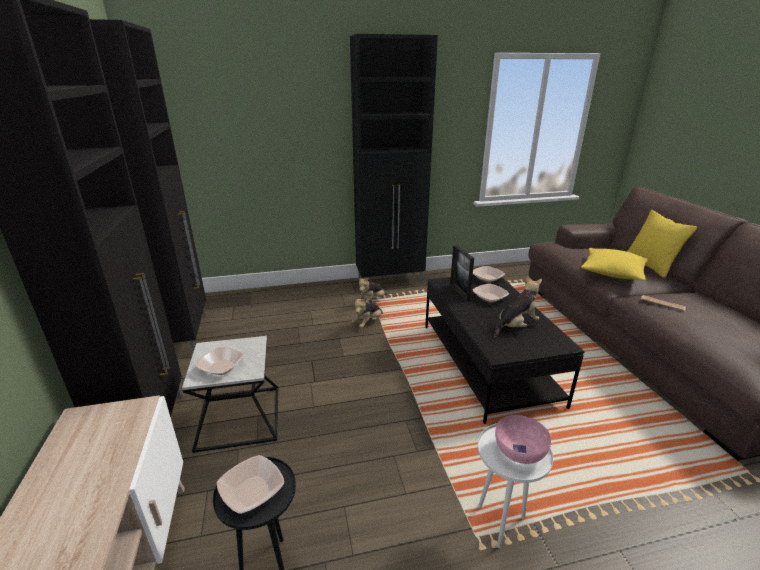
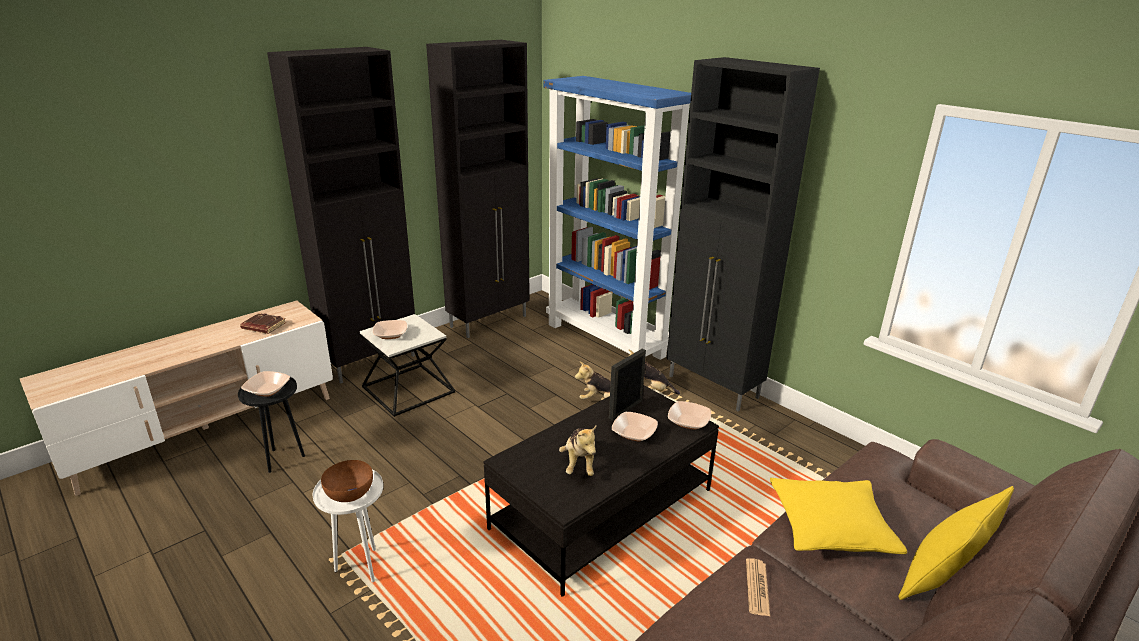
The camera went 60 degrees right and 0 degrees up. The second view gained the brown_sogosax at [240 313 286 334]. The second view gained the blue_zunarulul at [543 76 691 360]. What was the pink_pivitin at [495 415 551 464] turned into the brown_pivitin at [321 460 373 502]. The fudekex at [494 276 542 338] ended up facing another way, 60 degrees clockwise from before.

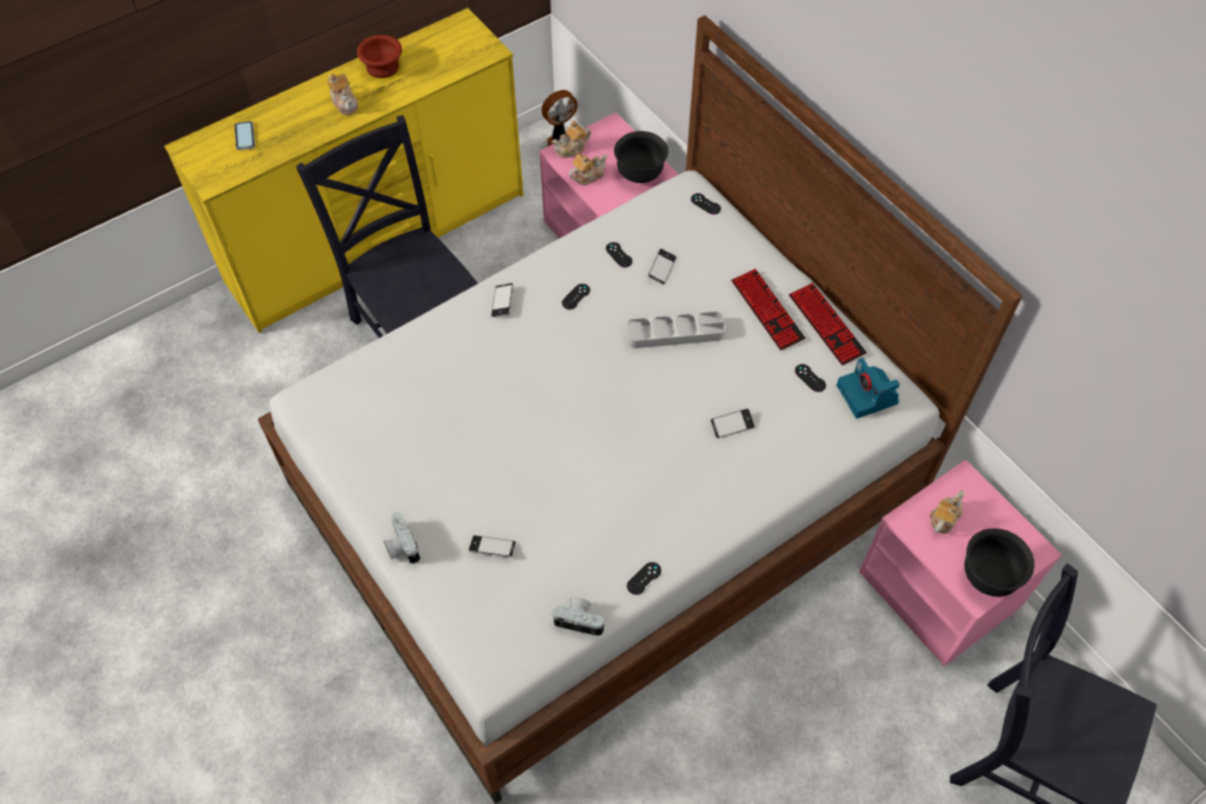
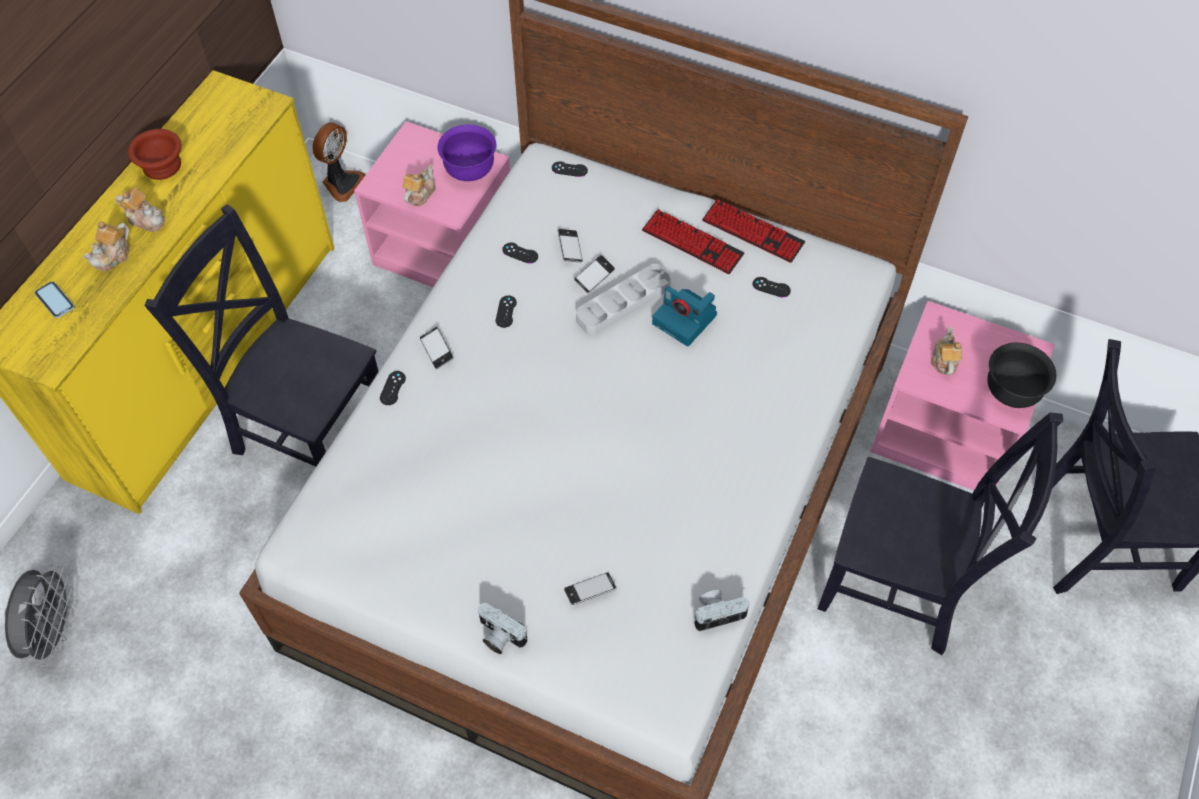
The camera went 30 degrees left and 0 degrees up. The second view gained the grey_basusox at [5 565 74 666]. The second view gained the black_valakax at [818 413 1063 655]. The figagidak ended up elsewhere, having gone from [552 121 591 158] to [83 222 129 271]. The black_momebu ended up elsewhere, having gone from [627 562 661 595] to [380 371 406 405]. The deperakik ended up elsewhere, having gone from [710 409 755 438] to [574 255 615 293]. The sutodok ended up elsewhere, having gone from [836 358 900 419] to [652 286 717 347]. What was the black_pivitin at [614 131 668 183] turned into the purple_pivitin at [438 124 496 181].

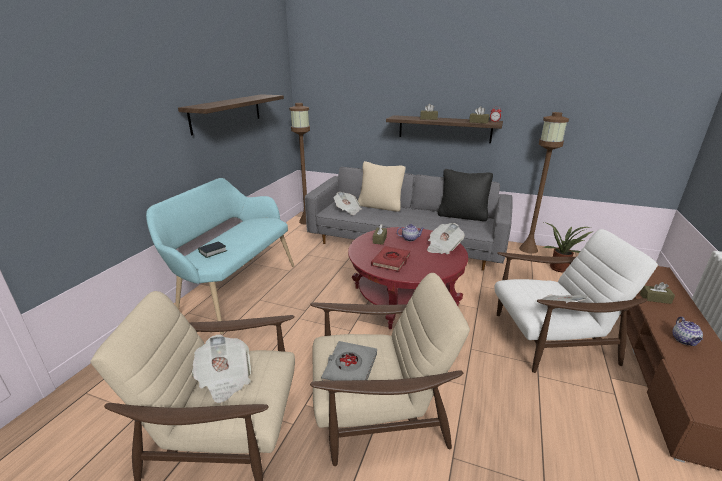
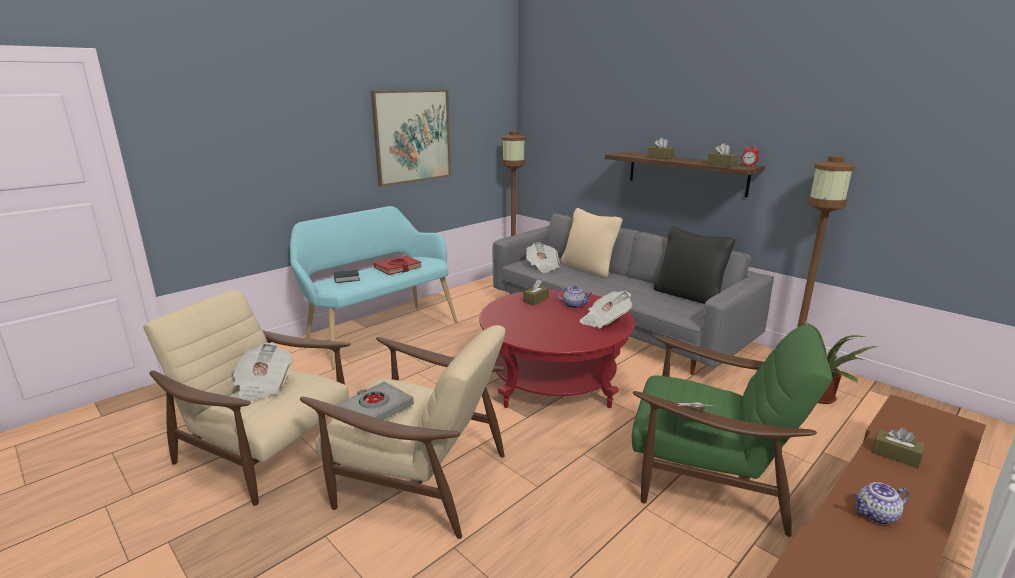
The camera went 25 degrees right and 5 degrees down. The red_sogosax ended up elsewhere, having gone from [371 246 411 272] to [374 256 422 275]. Where the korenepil hung at [178 94 284 135], the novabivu came to hang at [371 90 451 187]. What was the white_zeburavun at [494 229 658 373] turned into the green_zeburavun at [632 325 832 537]. The figagidak at [672 317 703 346] ended up facing another way, 45 degrees clockwise from before.

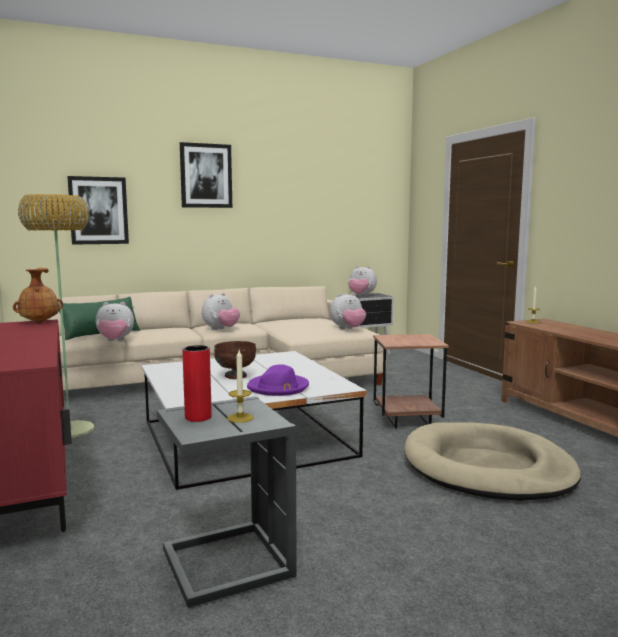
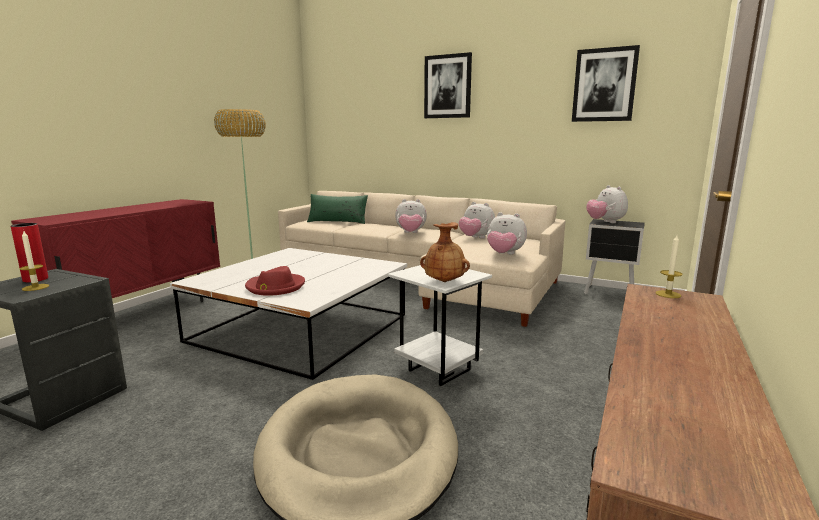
The camera went 50 degrees right and 5 degrees up. The second view lost the brown_pivitin at [214 341 256 379]. The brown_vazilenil ended up elsewhere, having gone from [13 268 63 323] to [420 222 470 282]. The novabivu ended up elsewhere, having gone from [67 176 129 245] to [572 45 640 122]. The fudekex ended up elsewhere, having gone from [96 302 134 341] to [459 202 495 238]. What was the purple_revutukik at [247 364 309 396] turned into the red_revutukik at [245 266 305 296]. What was the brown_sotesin at [373 334 449 429] turned into the white_sotesin at [388 265 492 386].

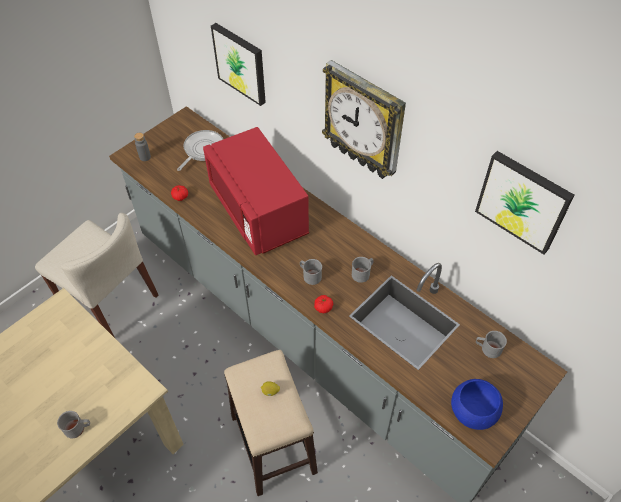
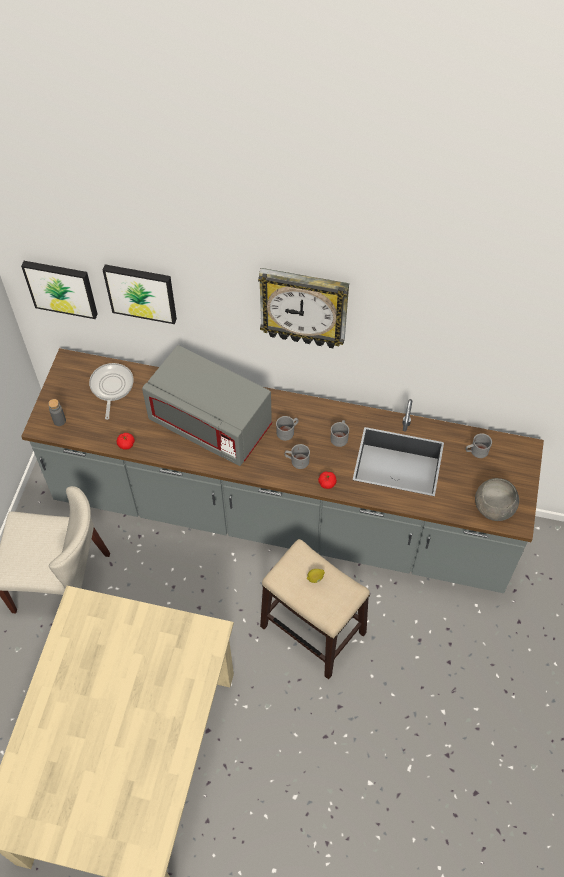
The camera went 30 degrees left and 5 degrees up. The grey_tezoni ended up elsewhere, having gone from [57 411 90 438] to [276 416 298 441]. The novabivu ended up elsewhere, having gone from [475 151 574 254] to [21 261 98 319]. What was the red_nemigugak at [203 127 309 255] turned into the grey_nemigugak at [142 345 272 466]. What was the blue_pivitin at [451 379 503 430] turned into the grey_pivitin at [475 478 519 521].

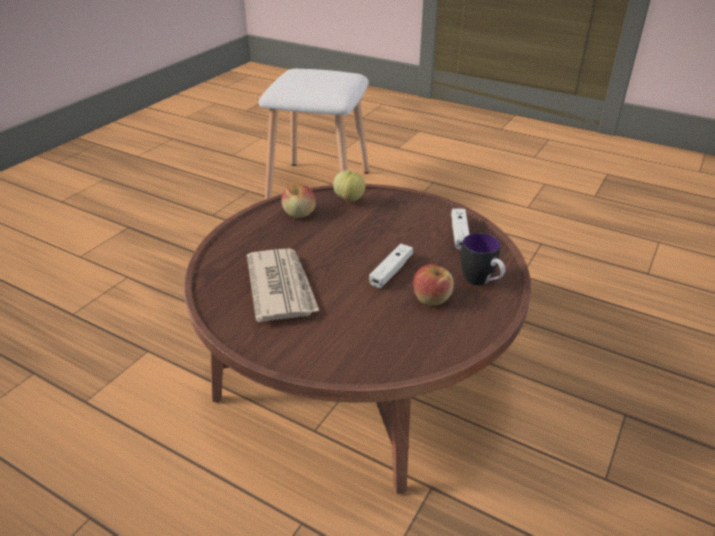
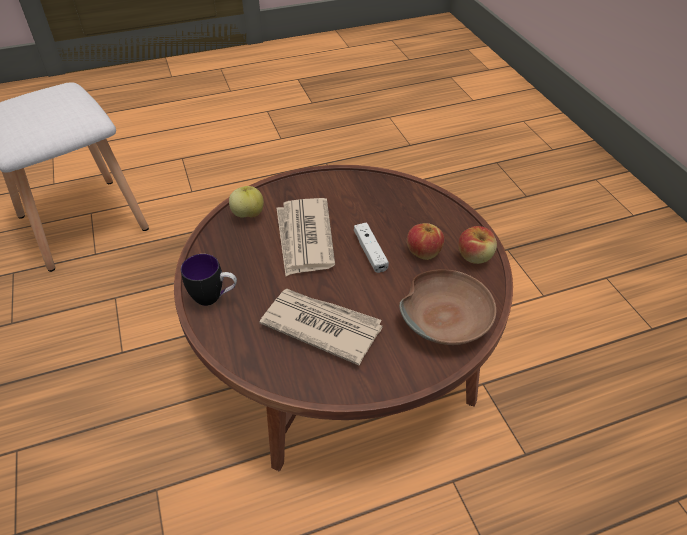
The camera went 50 degrees left and 10 degrees up. The second view lost the white_momebu at [451 208 470 250]. The second view gained the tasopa at [277 198 335 276]. The second view gained the brown_pivitin at [399 269 496 345]. The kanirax ended up elsewhere, having gone from [281 184 316 218] to [458 226 497 264]. The tezoni ended up elsewhere, having gone from [461 233 505 286] to [181 254 237 306].

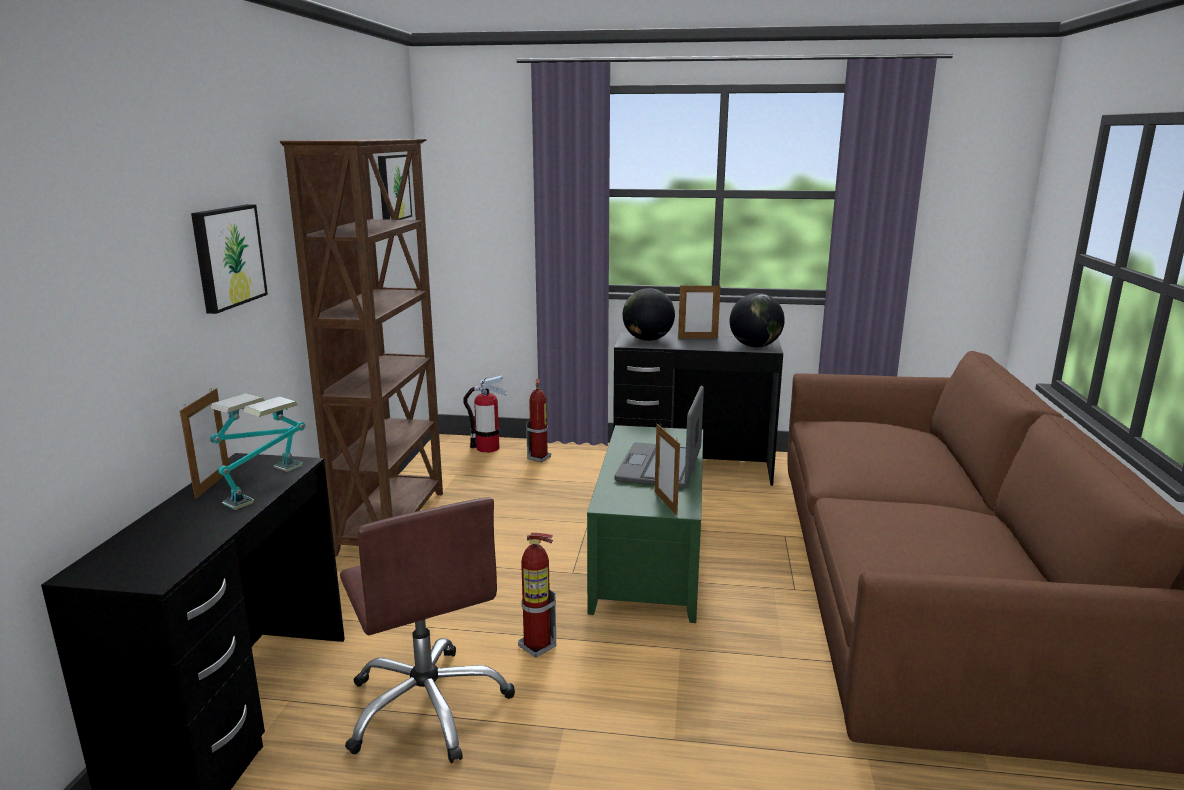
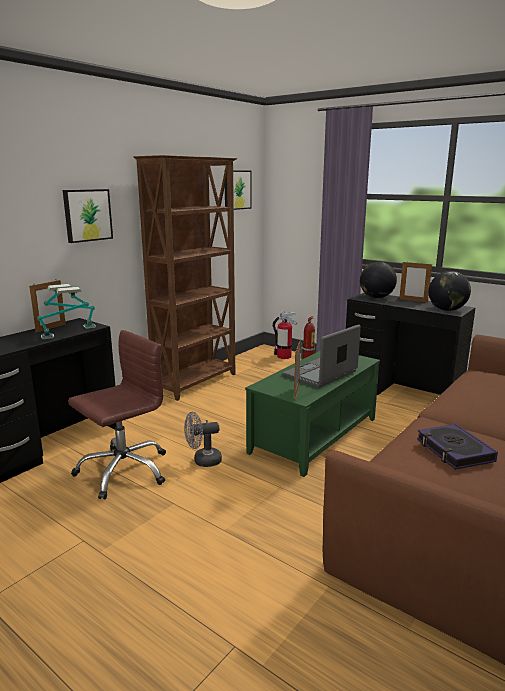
The camera went 30 degrees right and 0 degrees up. The second view gained the sogosax at [417 424 498 470]. Where the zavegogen stood at [518 533 556 658], the grey_basusox came to stand at [184 412 222 467]. The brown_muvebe at [340 497 515 763] ended up facing another way, 135 degrees counterclockwise from before.

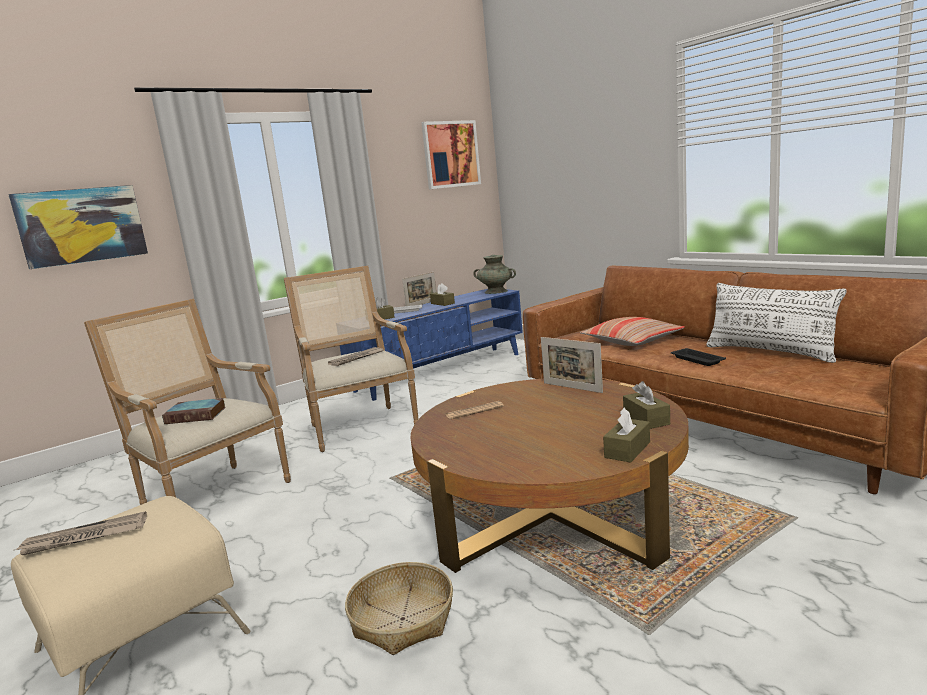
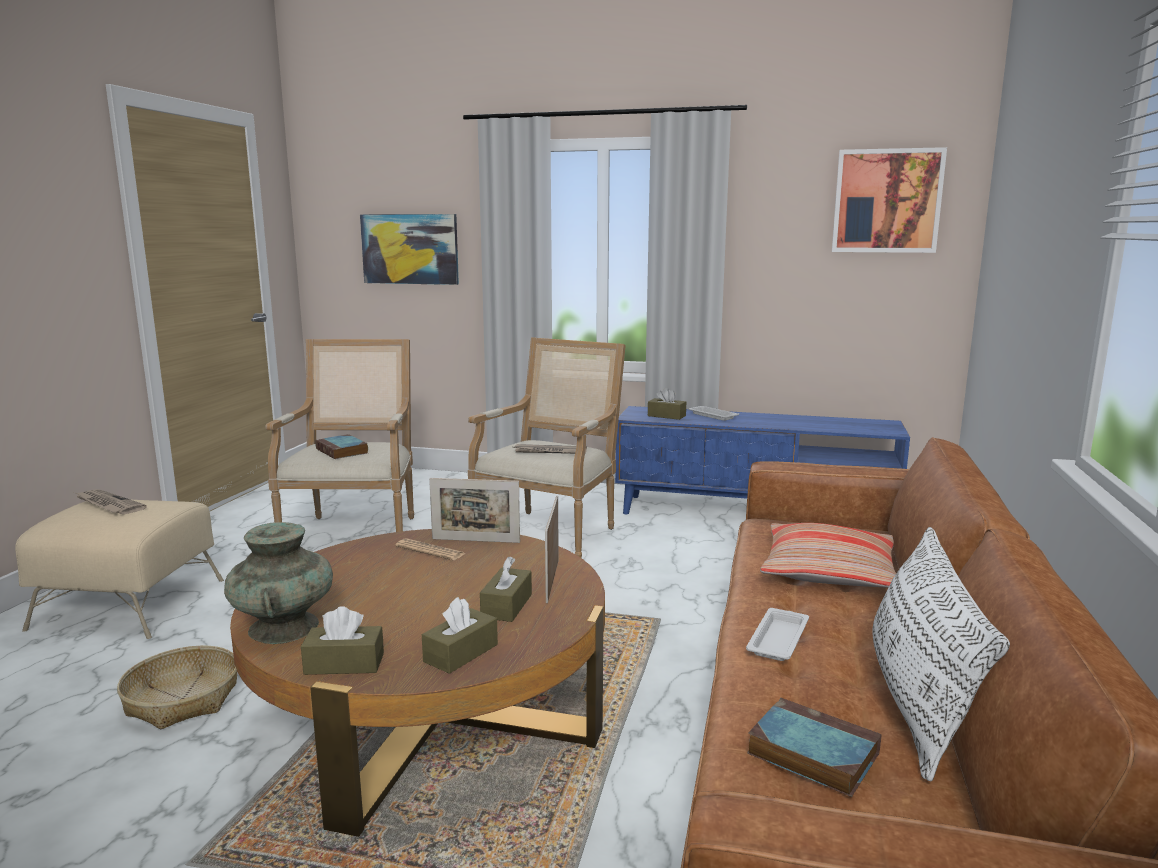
The camera went 50 degrees right and 0 degrees up. The second view gained the sogosax at [747 698 881 797]. The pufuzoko ended up elsewhere, having gone from [402 272 436 306] to [429 478 520 543]. The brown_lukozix ended up elsewhere, having gone from [430 283 455 306] to [480 556 532 622]. The turquoise_vazilenil ended up elsewhere, having gone from [473 255 516 294] to [224 522 333 644]. What was the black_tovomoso at [671 348 726 366] turned into the white_tovomoso at [746 608 809 661].

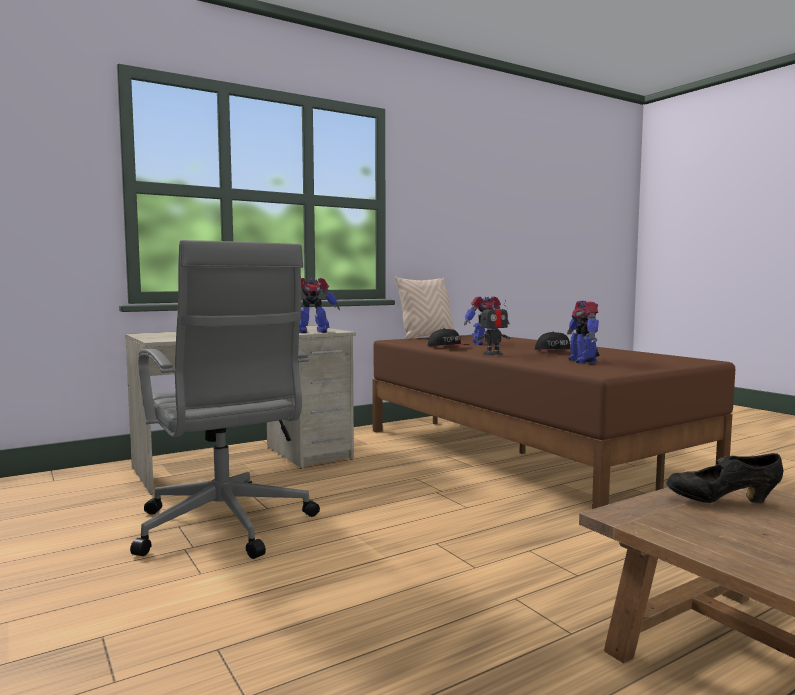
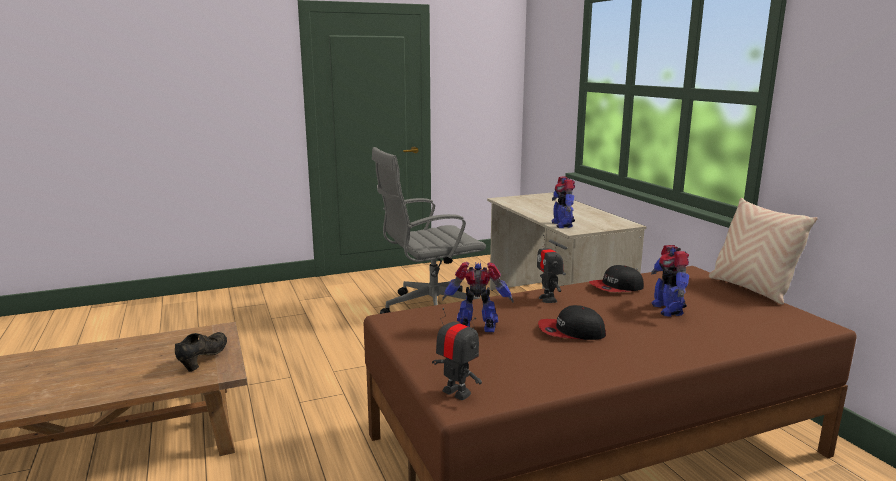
The camera went 100 degrees right and 10 degrees up. The second view gained the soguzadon at [432 308 482 400].

